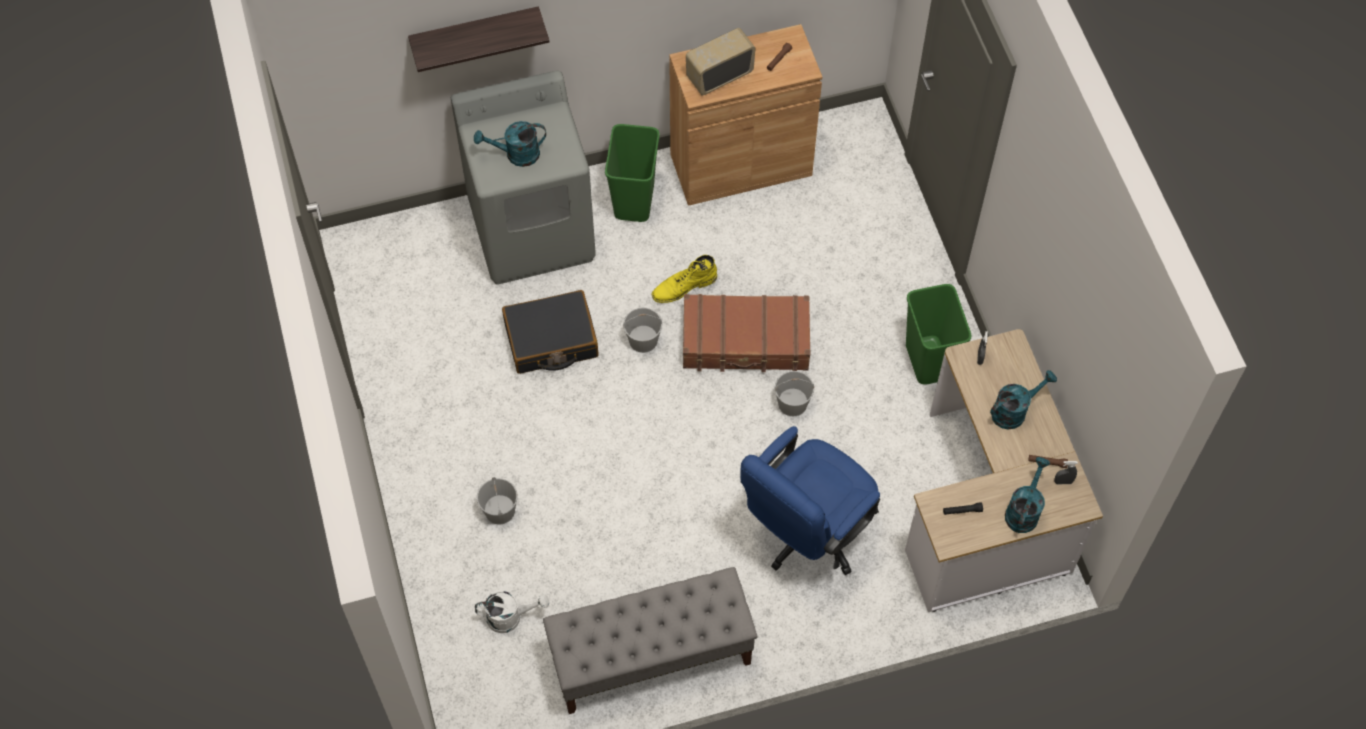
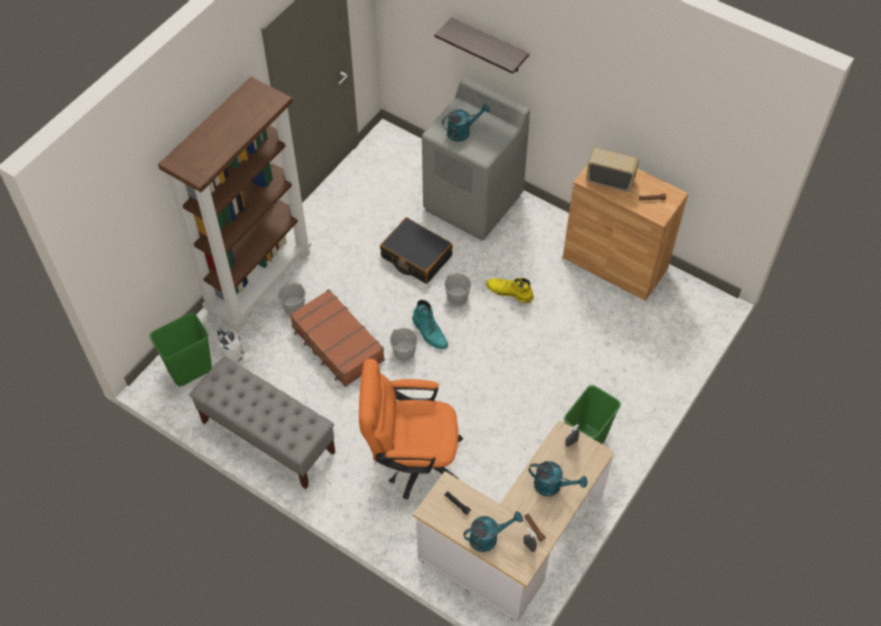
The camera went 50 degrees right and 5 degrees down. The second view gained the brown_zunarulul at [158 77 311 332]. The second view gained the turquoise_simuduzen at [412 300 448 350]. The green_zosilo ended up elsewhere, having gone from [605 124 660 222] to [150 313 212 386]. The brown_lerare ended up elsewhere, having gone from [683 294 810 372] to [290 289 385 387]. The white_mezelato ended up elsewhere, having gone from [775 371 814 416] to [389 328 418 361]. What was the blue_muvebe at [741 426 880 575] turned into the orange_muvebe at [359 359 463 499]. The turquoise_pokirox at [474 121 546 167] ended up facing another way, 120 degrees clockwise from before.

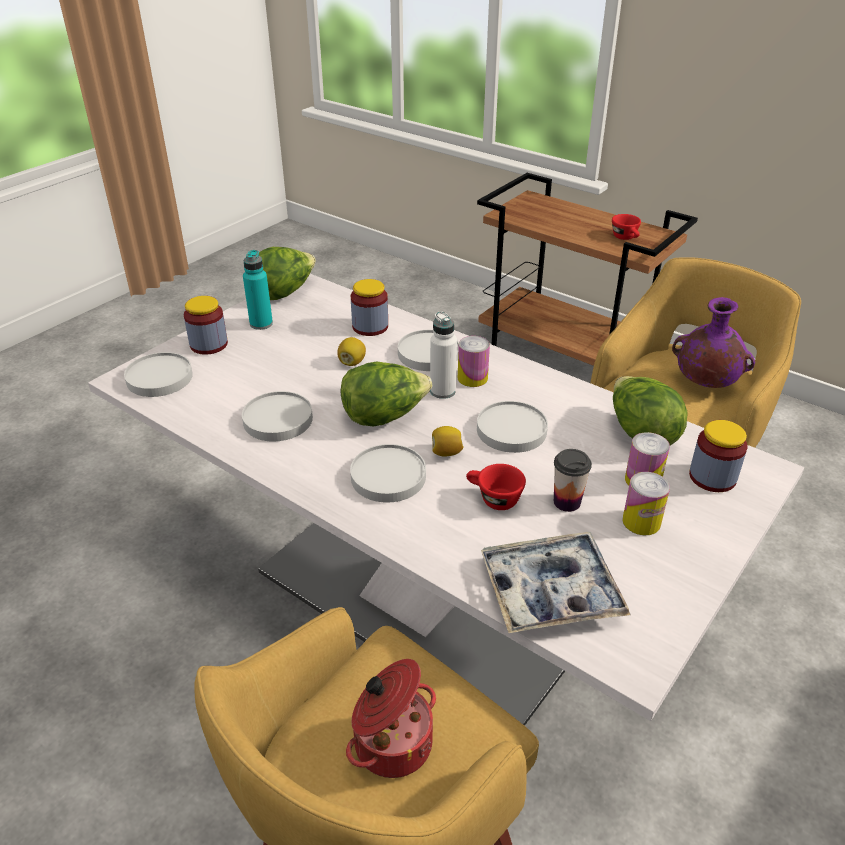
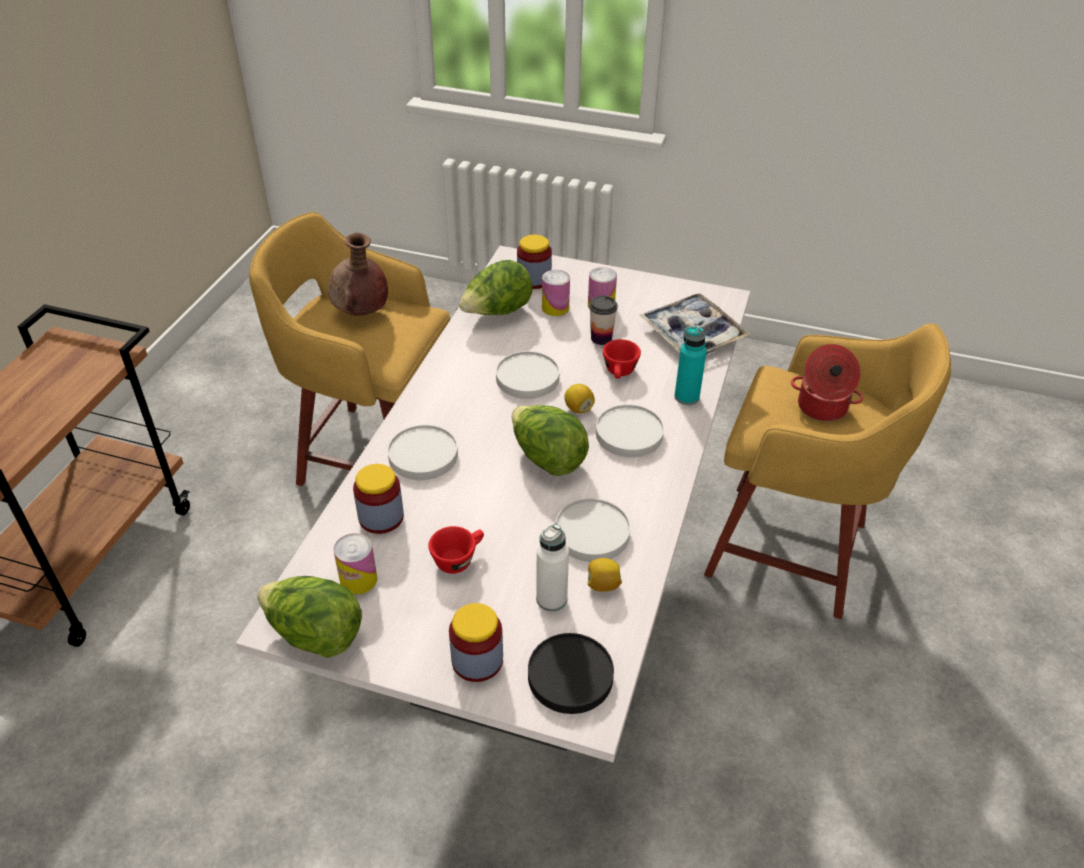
The camera went 110 degrees left and 5 degrees up. The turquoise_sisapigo ended up elsewhere, having gone from [243 250 273 330] to [674 327 707 405]. The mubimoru ended up elsewhere, having gone from [337 337 366 366] to [588 558 622 592]. The white_sisapigo ended up elsewhere, having gone from [430 312 457 399] to [536 524 569 611]. The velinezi ended up elsewhere, having gone from [458 336 490 387] to [334 533 377 595]. The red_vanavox ended up elsewhere, having gone from [612 214 641 240] to [428 526 484 574]. What was the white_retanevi at [124 352 193 397] turned into the black_retanevi at [528 633 614 714]. What was the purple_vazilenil at [672 297 755 388] turned into the brown_vazilenil at [328 233 388 316].

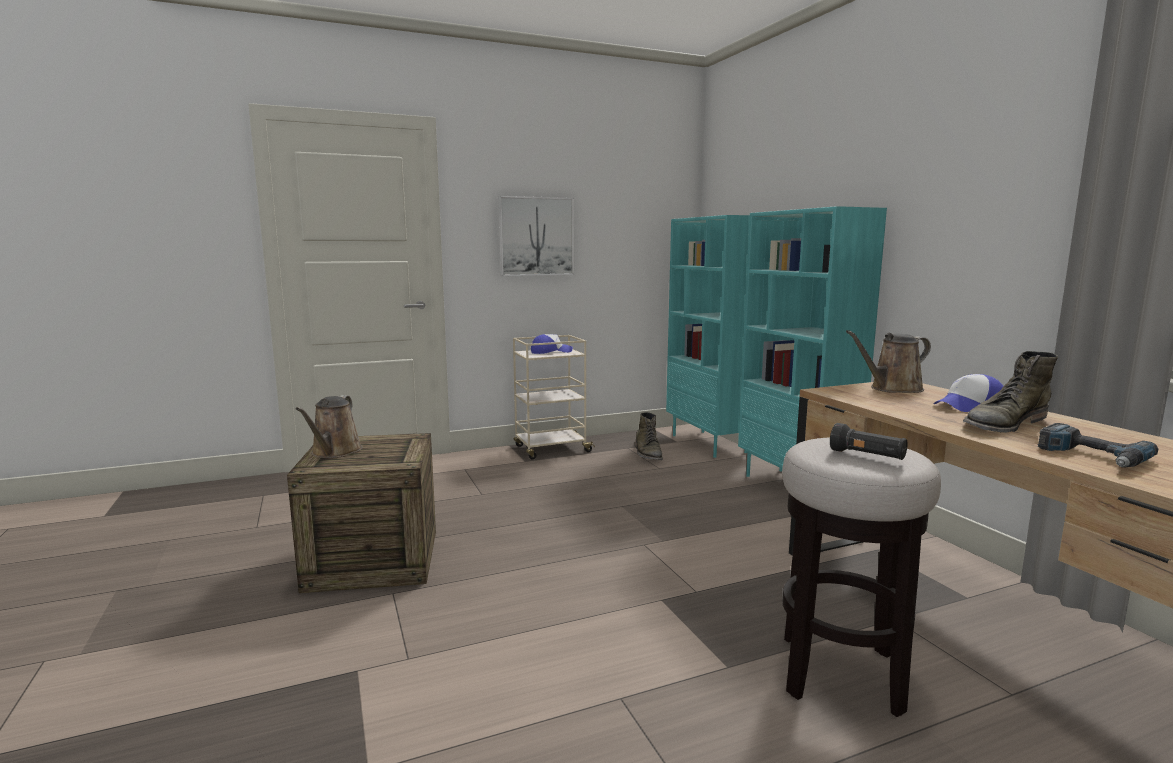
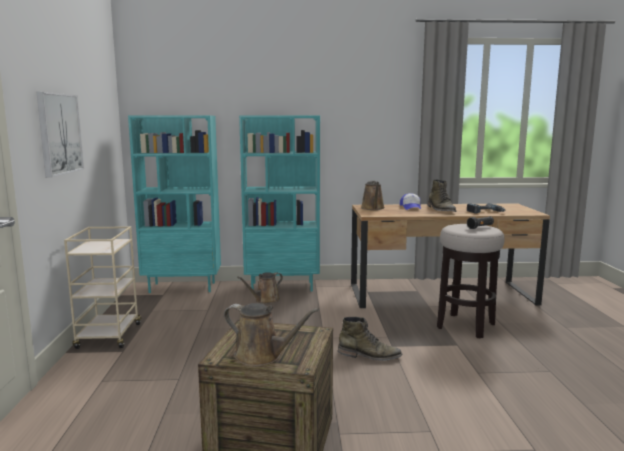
The camera went 70 degrees left and 0 degrees up. The second view lost the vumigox at [531 334 573 354]. The second view gained the brown_pokirox at [237 272 283 304]. The green_simuduzen ended up elsewhere, having gone from [635 412 663 460] to [338 317 403 361].

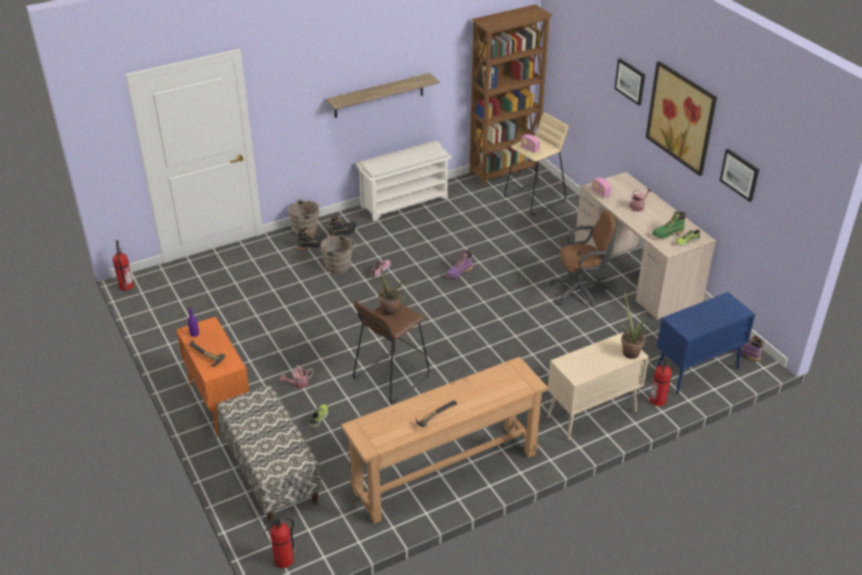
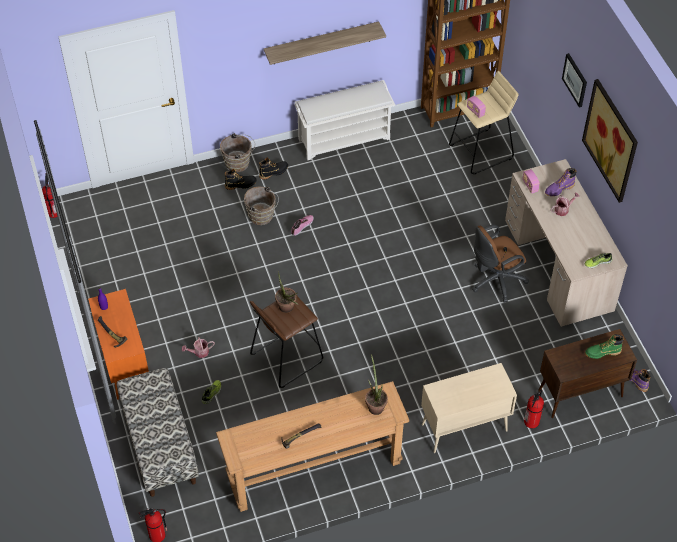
The camera went 10 degrees right and 15 degrees up. The second view lost the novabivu at [719 149 759 202]. The purple_simuduzen ended up elsewhere, having gone from [446 250 473 278] to [545 168 577 196]. The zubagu ended up elsewhere, having gone from [620 290 646 359] to [365 354 388 415]. The green_simuduzen ended up elsewhere, having gone from [652 211 686 238] to [585 334 624 359]. What was the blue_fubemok at [657 292 755 395] turned into the brown_fubemok at [538 329 637 418]. The brown_muvebe at [549 211 617 308] ended up facing another way, 150 degrees clockwise from before.

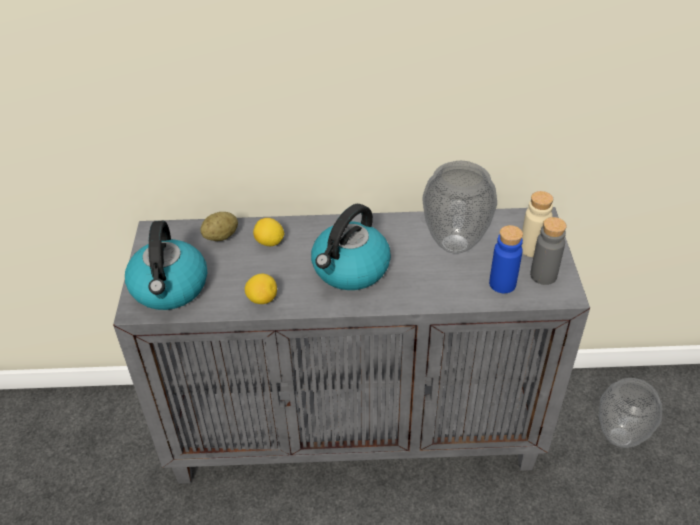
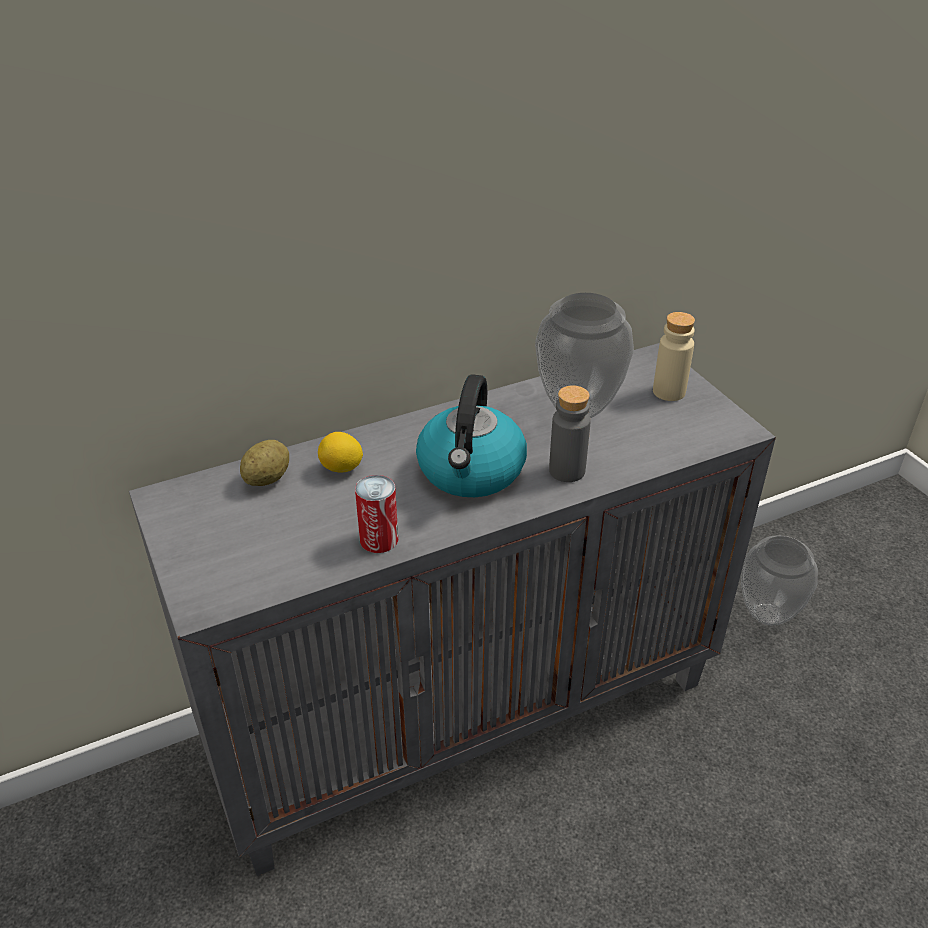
The camera went 25 degrees left and 5 degrees down. The second view lost the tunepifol at [125 221 207 310]. The second view lost the blue_sisapigo at [489 225 523 293]. The grey_sisapigo ended up elsewhere, having gone from [530 217 566 285] to [549 385 591 482]. Where the mubimoru stood at [245 274 277 304], the velinezi came to stand at [355 475 398 553].

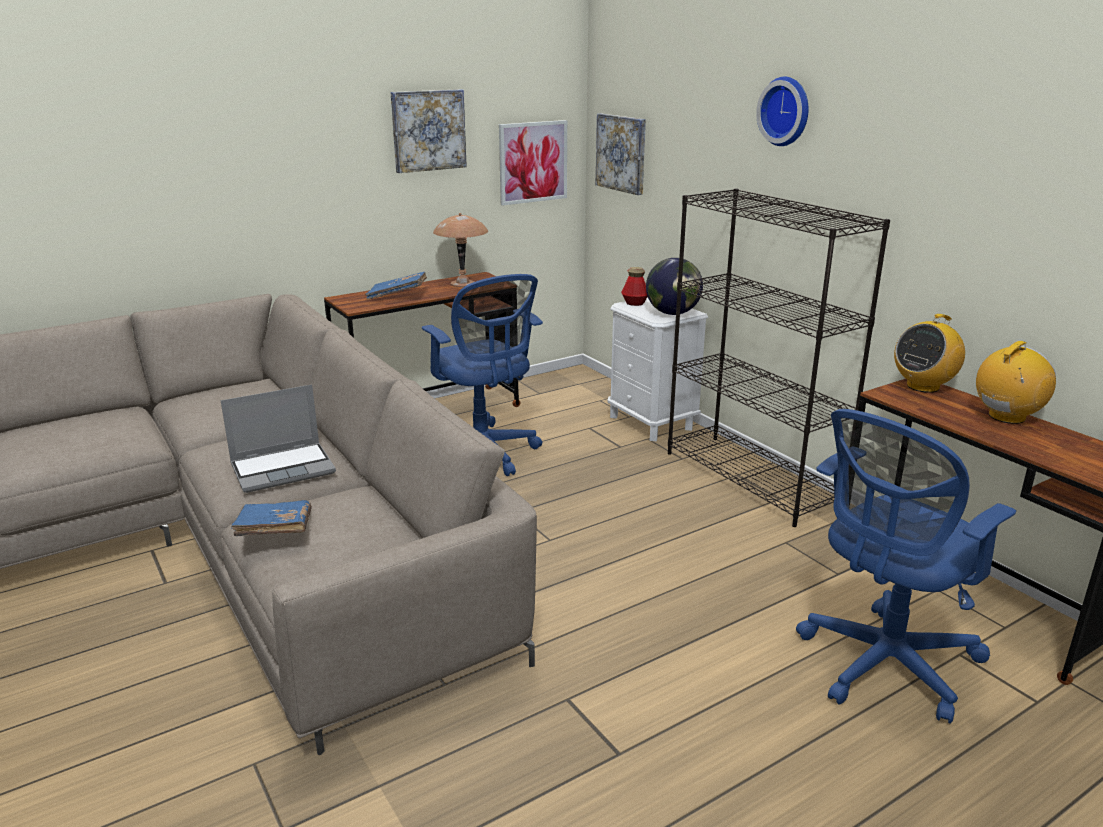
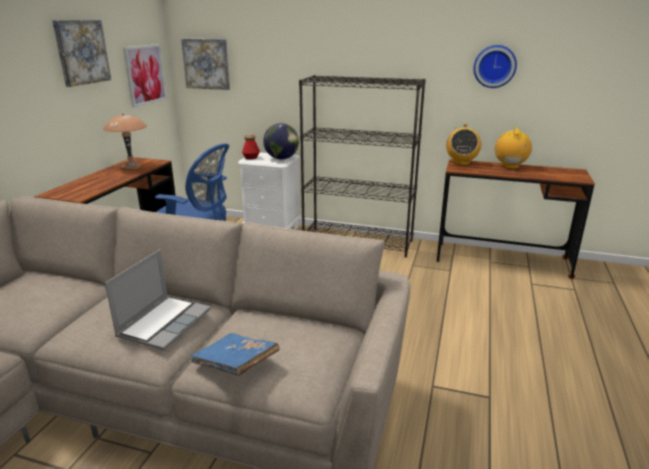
The camera went 40 degrees left and 0 degrees up. The second view lost the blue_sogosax at [365 272 427 299]. The second view lost the blue_muvebe at [796 409 1016 724]. The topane ended up elsewhere, having gone from [756 77 808 146] to [474 45 517 88].

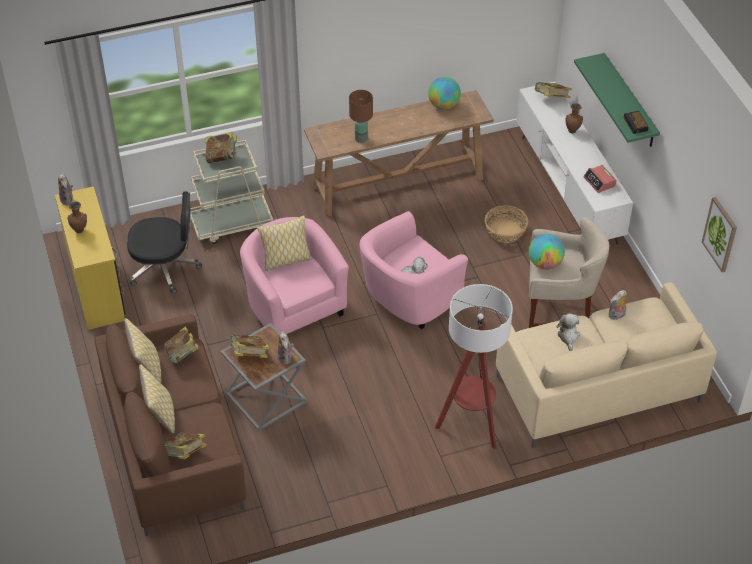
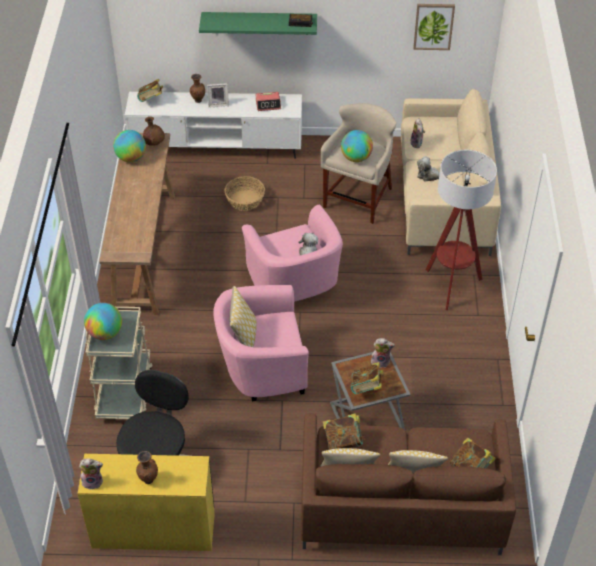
The camera went 70 degrees left and 0 degrees up. The second view lost the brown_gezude at [349 90 373 143]. The second view gained the brown_vazilenil at [143 117 165 146]. The second view gained the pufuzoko at [207 83 229 108]. Where the sogosax stood at [205 132 237 164], the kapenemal came to stand at [84 303 122 340].

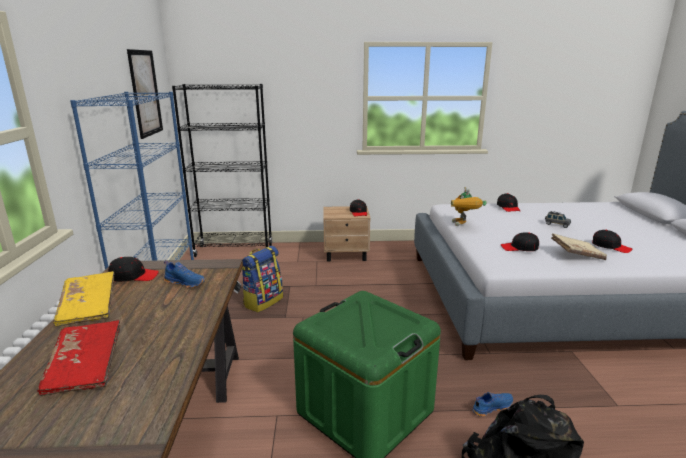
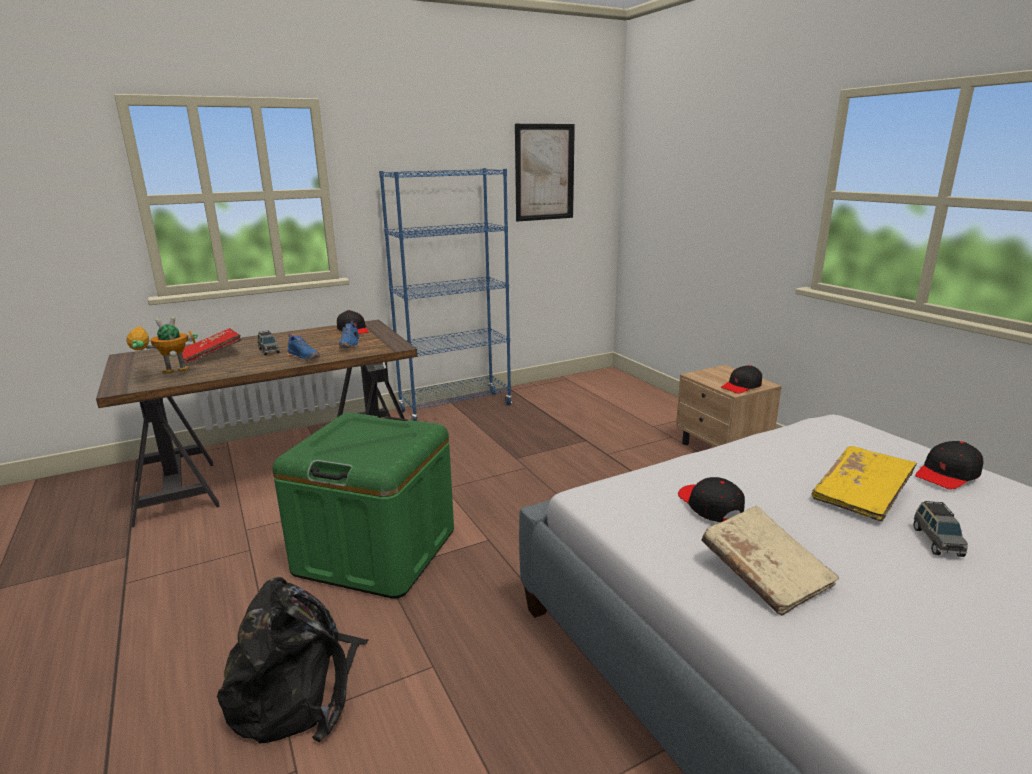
The camera went 65 degrees right and 0 degrees up. The second view lost the black_zunarulul at [172 84 273 257]. The second view lost the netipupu at [242 246 283 312]. The second view lost the black_vumigox at [592 230 632 253]. The second view gained the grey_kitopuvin at [258 331 280 355]. The yellow_sogosax ended up elsewhere, having gone from [53 271 114 327] to [812 446 917 521]. The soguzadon ended up elsewhere, having gone from [451 187 487 226] to [126 316 198 375]. The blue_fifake ended up elsewhere, having gone from [472 392 513 417] to [287 334 320 361].

